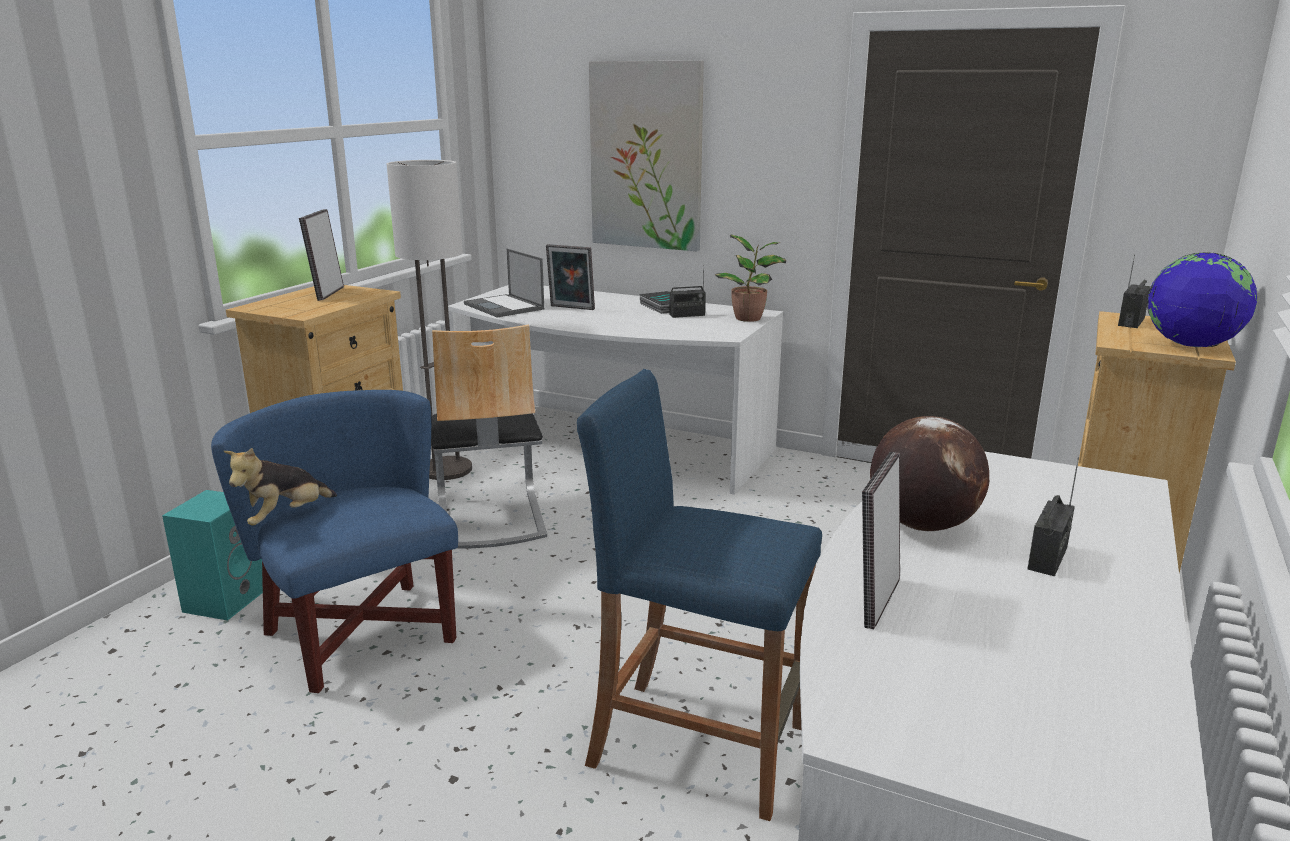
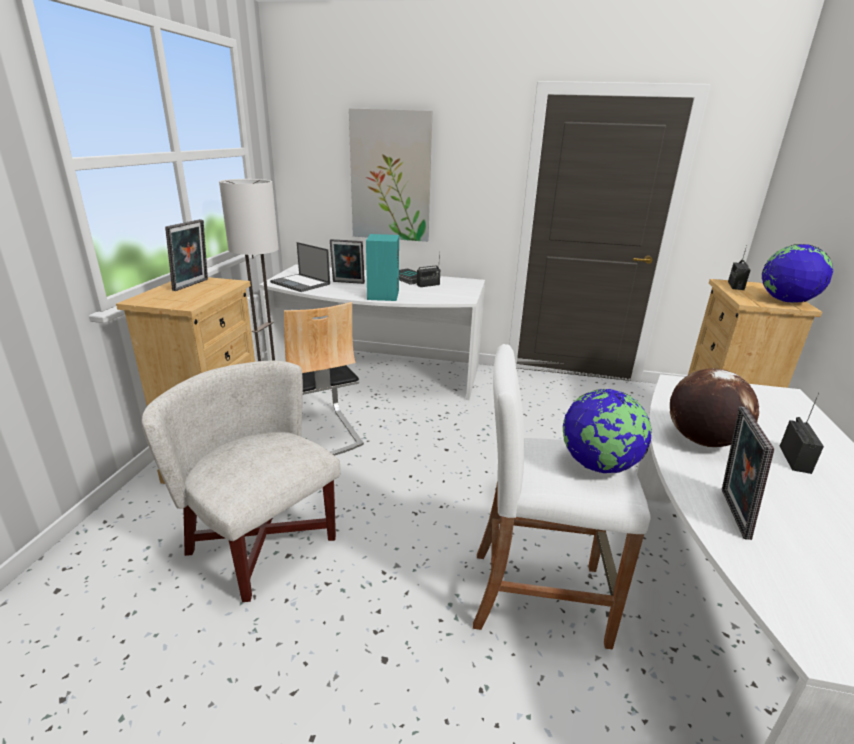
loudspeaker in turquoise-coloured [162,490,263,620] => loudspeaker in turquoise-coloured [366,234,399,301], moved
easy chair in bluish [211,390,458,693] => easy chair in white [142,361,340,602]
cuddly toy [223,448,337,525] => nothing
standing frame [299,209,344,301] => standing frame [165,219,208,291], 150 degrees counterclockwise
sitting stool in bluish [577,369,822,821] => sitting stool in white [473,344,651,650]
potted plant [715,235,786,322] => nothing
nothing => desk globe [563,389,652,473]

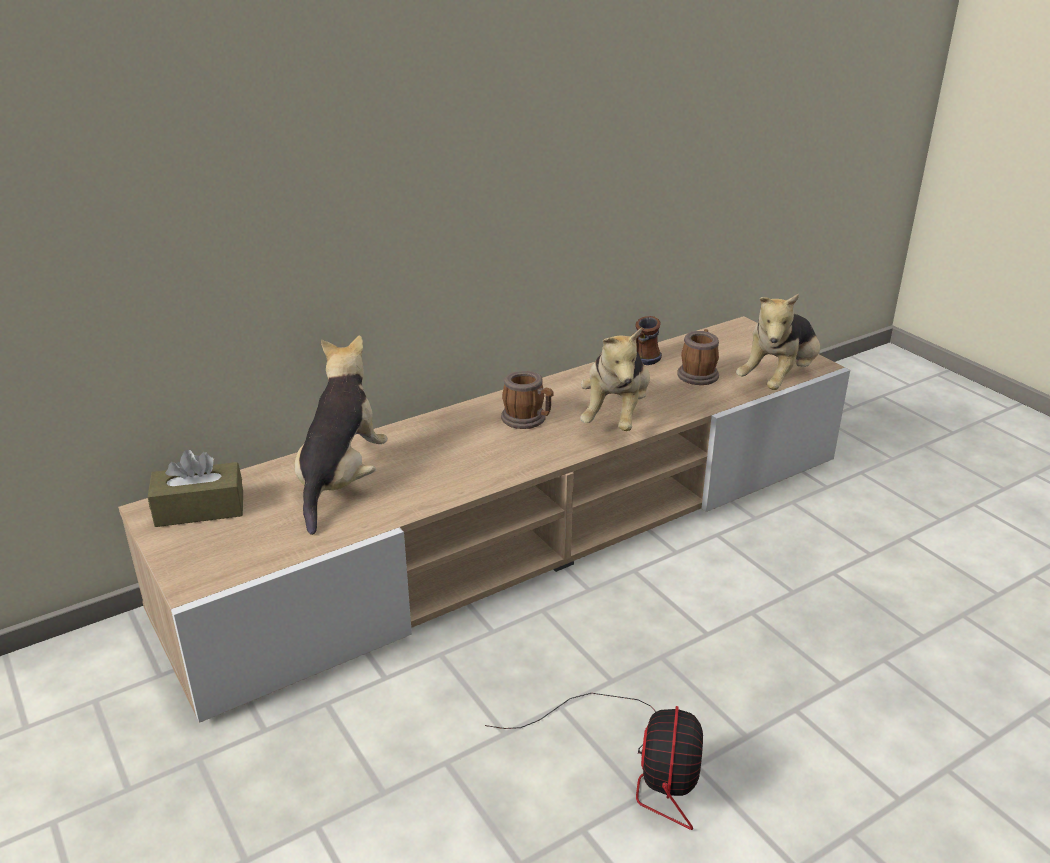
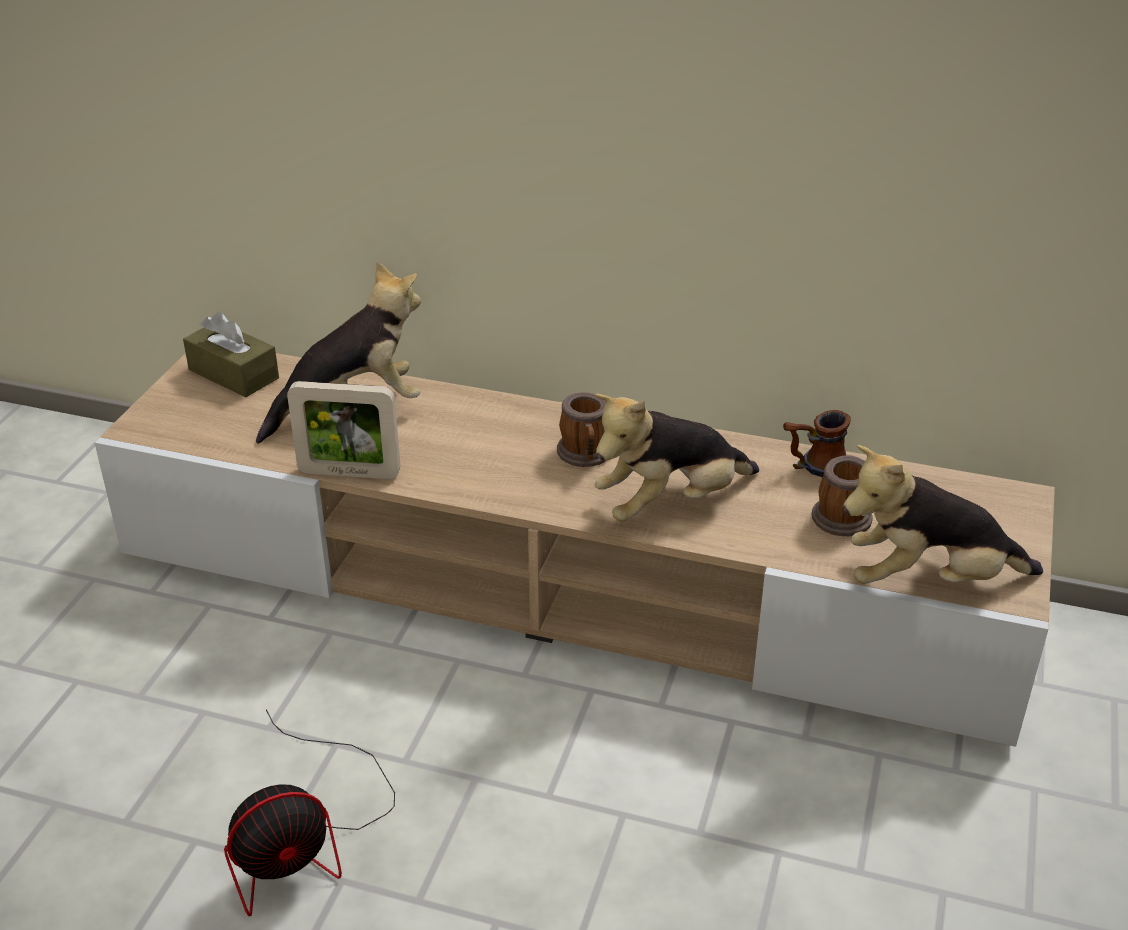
nothing => standing frame [287,381,400,479]

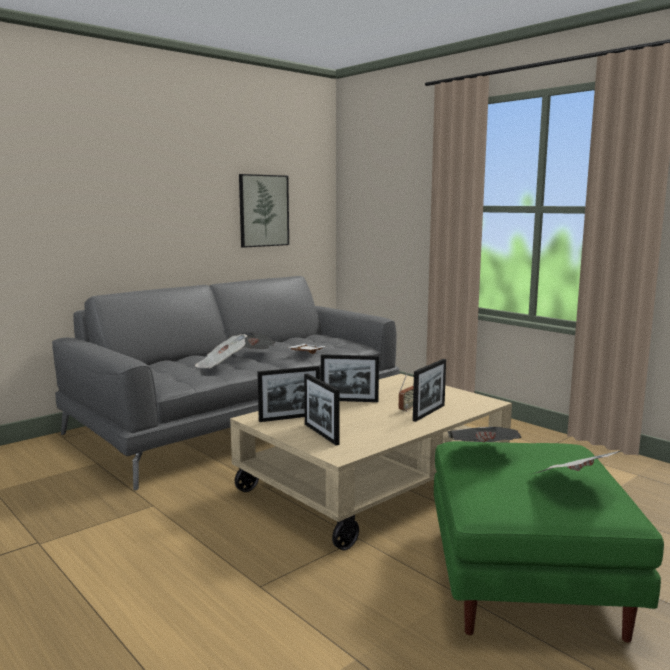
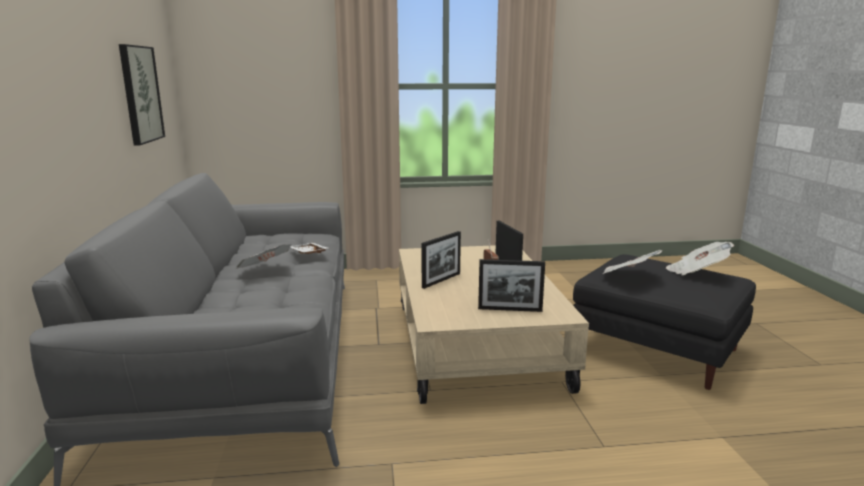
daily paper [195,334,247,369] => nothing
standing frame [257,366,320,422] => nothing
ottoman in greenish [434,441,664,643] => ottoman in black [573,254,756,390]

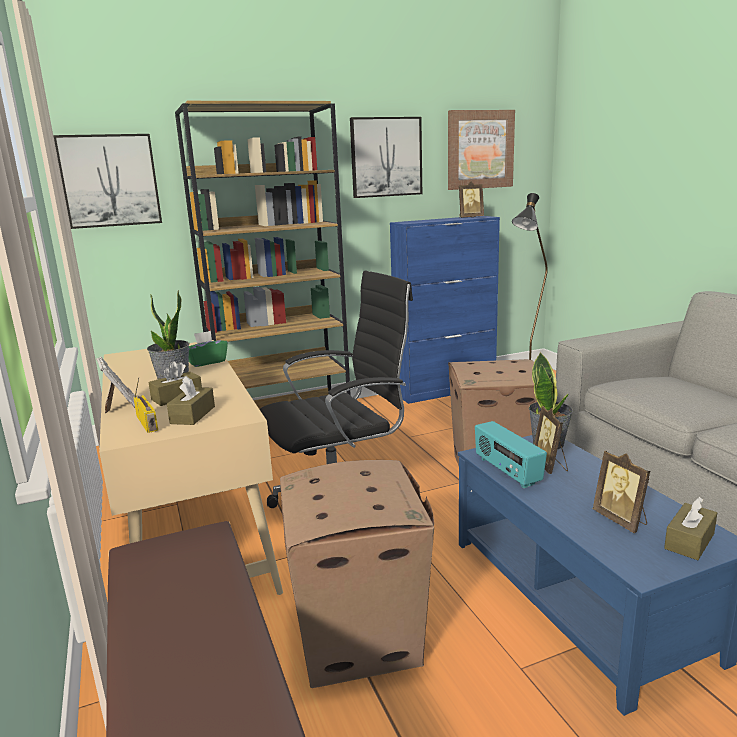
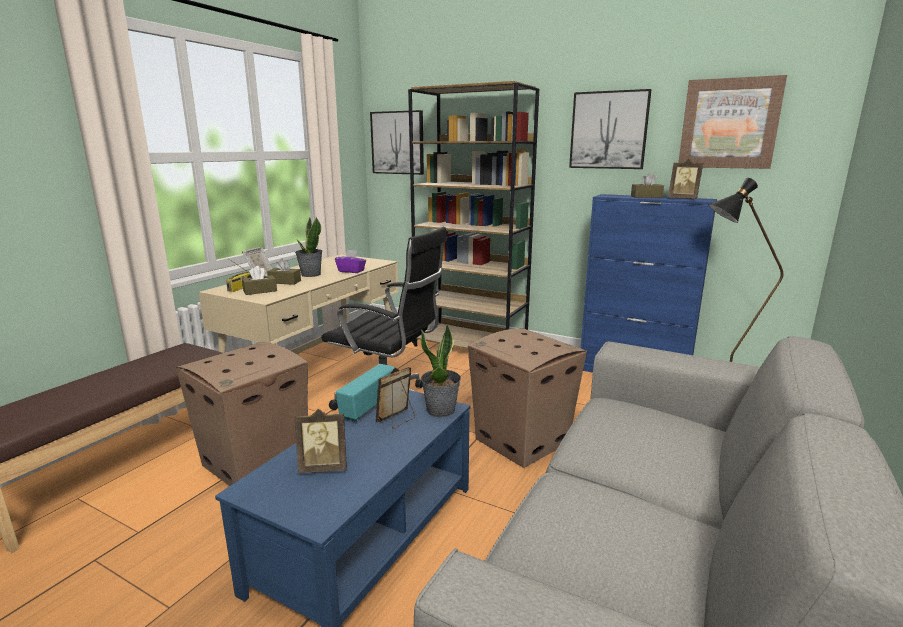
tissue holder in greenish [189,331,228,367] => tissue holder in purplish [335,250,366,273]
standing frame [593,451,650,533] => standing frame [295,409,347,473], 120 degrees counterclockwise
tissue holder in brown-coloured [664,497,717,560] => tissue holder in brown-coloured [631,173,664,198], moved

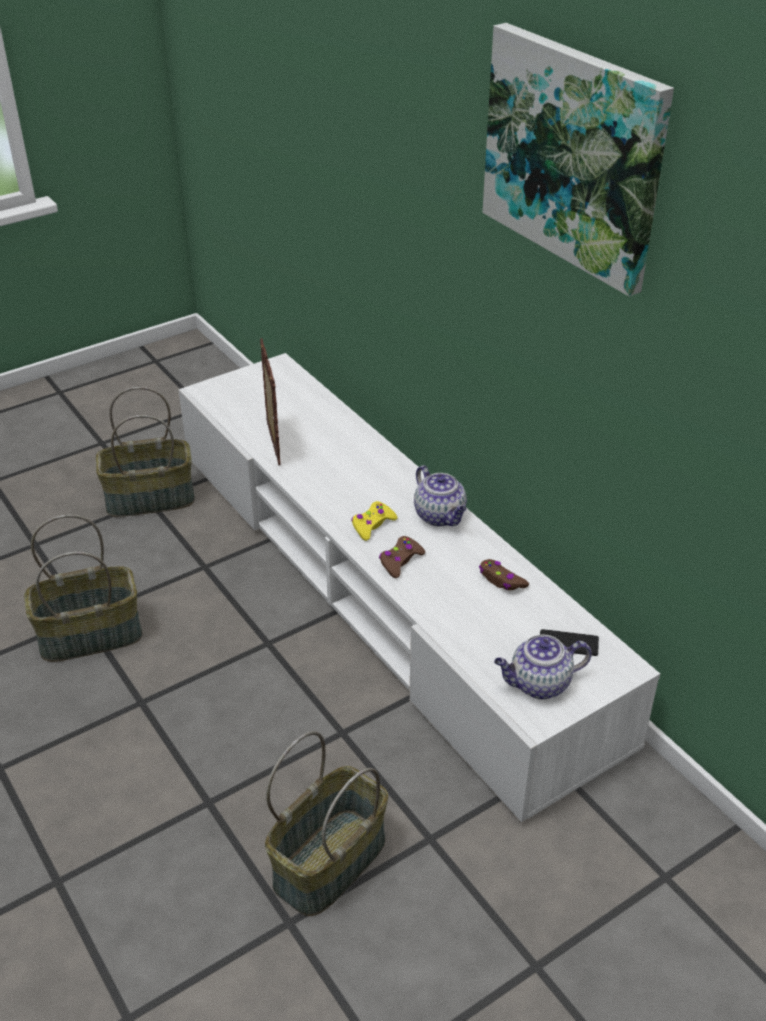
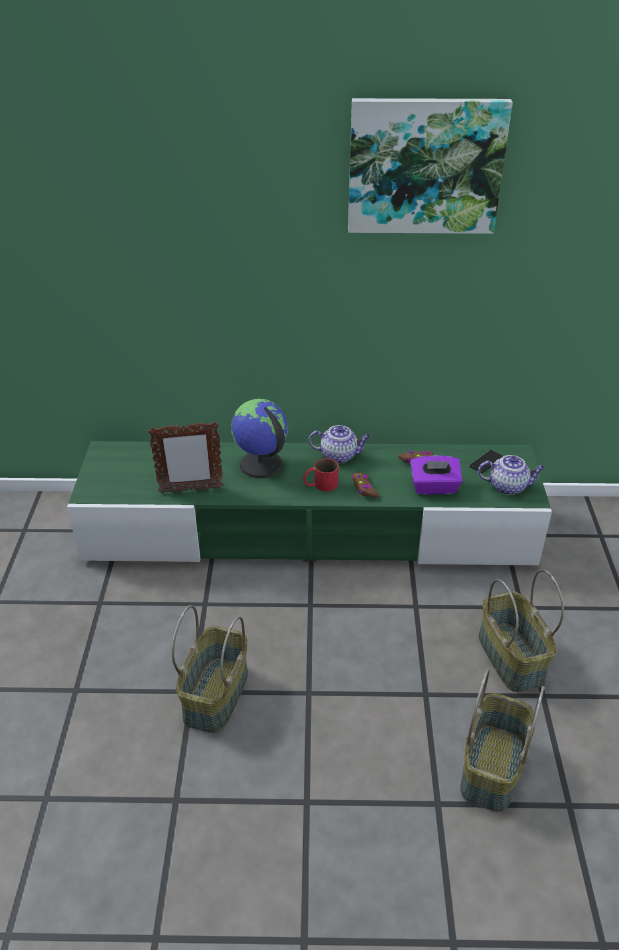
storage basket [96,387,195,517] => storage basket [460,669,544,812], moved
tv stand in white [178,353,660,823] => tv stand in greenish [67,441,552,565]
standing frame [260,338,281,465] => standing frame [148,421,223,493], 150 degrees clockwise
gamepad in yellow [351,501,397,541] => coffee mug in reddish [303,458,339,491]
teapot [494,634,592,700] => teapot [478,455,545,495], 105 degrees counterclockwise
nothing => desk globe [231,399,288,478]
nothing => tissue holder in purplish [410,455,463,495]

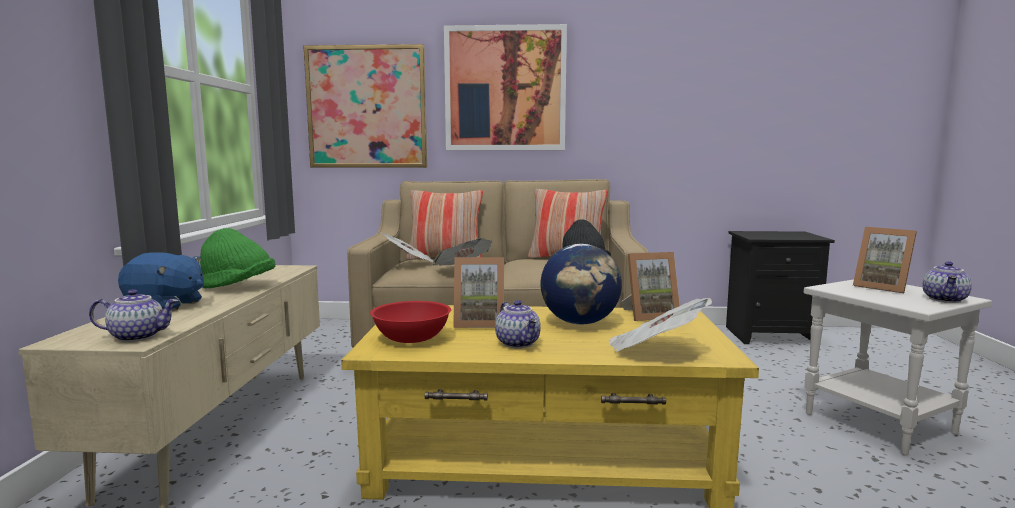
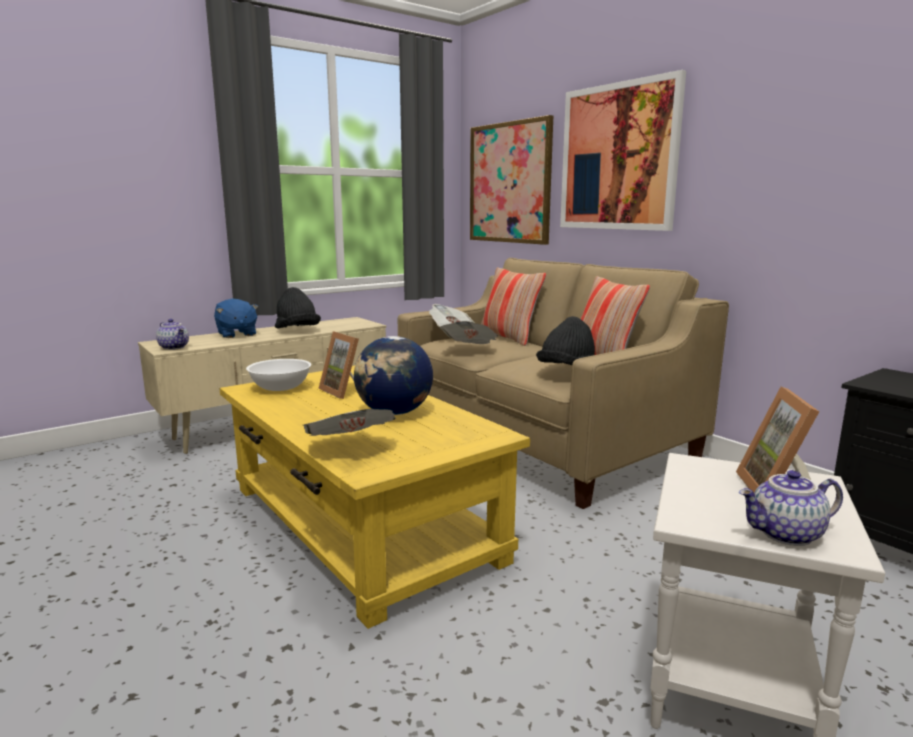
hat in greenish [200,228,276,289] => hat in black [275,287,321,329]
bowl in reddish [370,301,451,343] => bowl in white [246,359,311,391]
teapot [495,300,541,348] => nothing
standing frame [622,252,680,321] => nothing

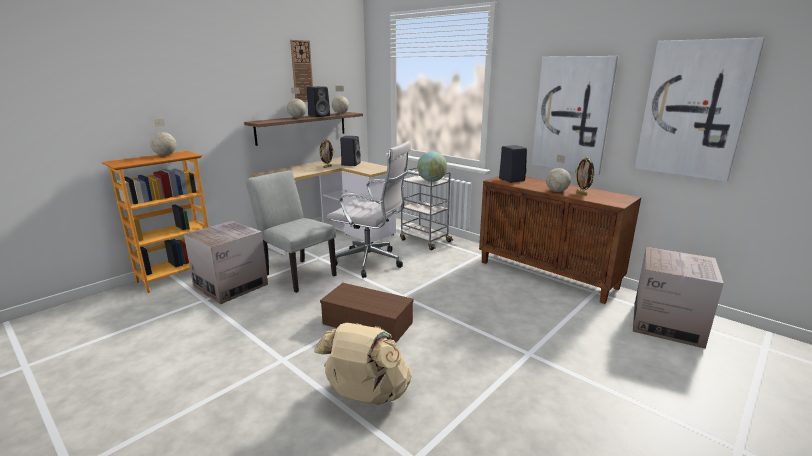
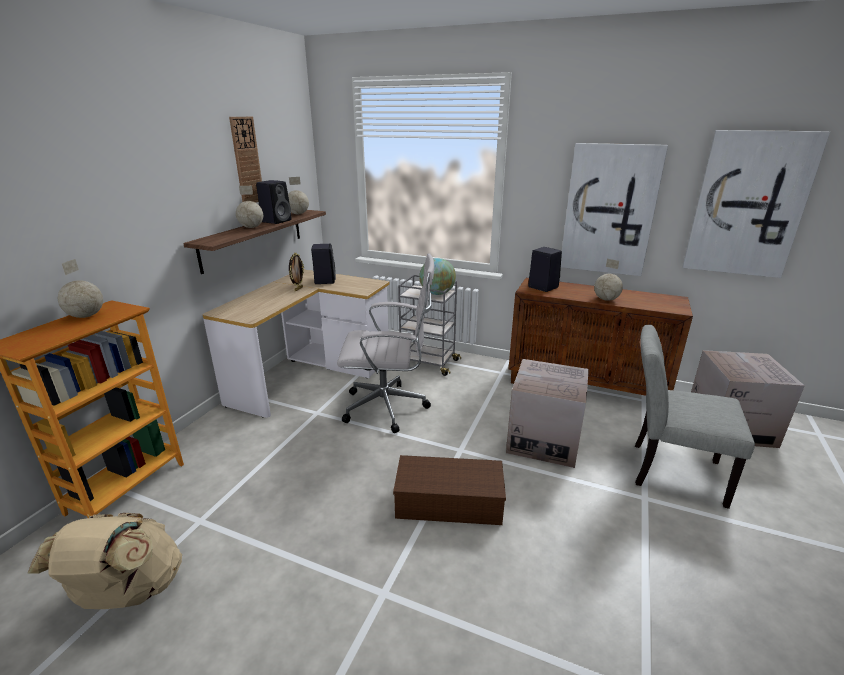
packing box [184,221,268,304] => packing box [506,359,589,468], moved
chair in gray [246,170,337,293] => chair in gray [635,325,755,509], moved
knapsack in sand-coloured [314,323,412,405] => knapsack in sand-coloured [27,513,182,609], moved
standing frame [575,157,594,196] => nothing

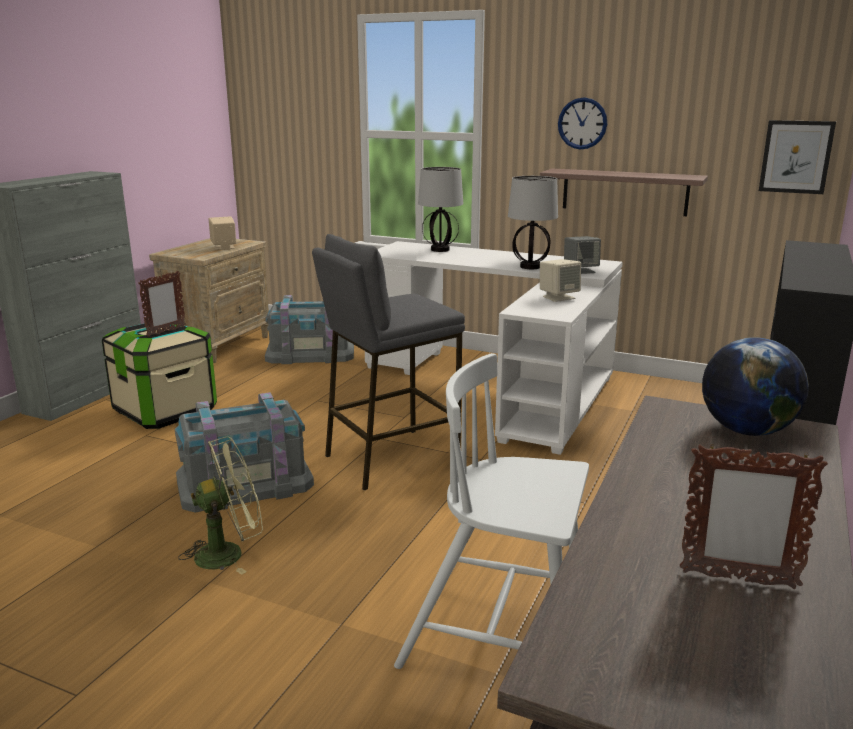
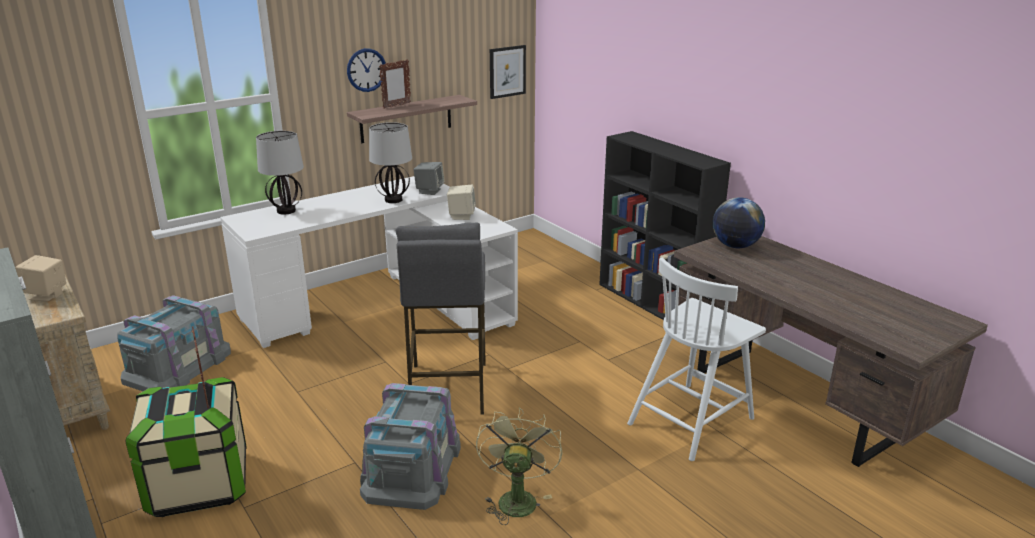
standing frame [680,444,828,589] => standing frame [379,59,411,109], moved

